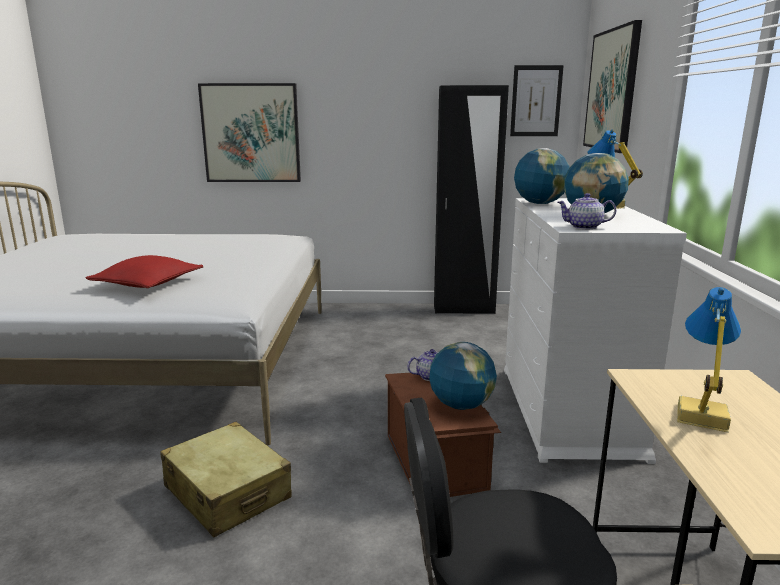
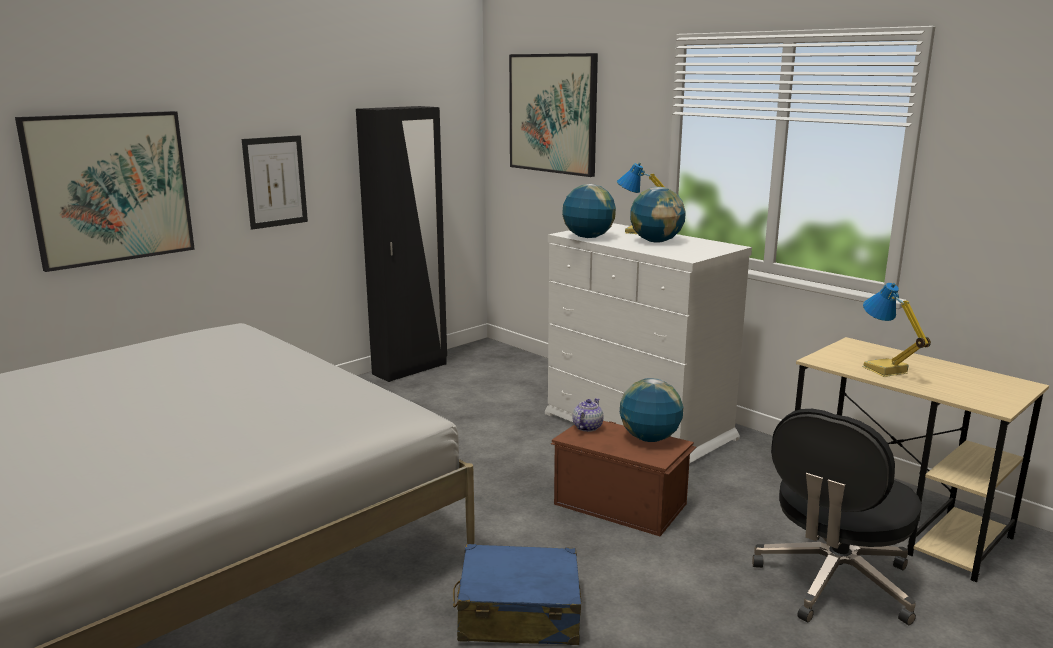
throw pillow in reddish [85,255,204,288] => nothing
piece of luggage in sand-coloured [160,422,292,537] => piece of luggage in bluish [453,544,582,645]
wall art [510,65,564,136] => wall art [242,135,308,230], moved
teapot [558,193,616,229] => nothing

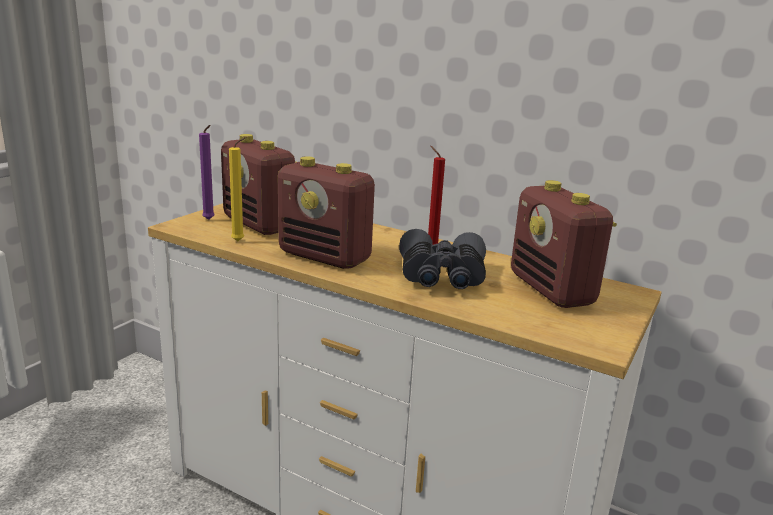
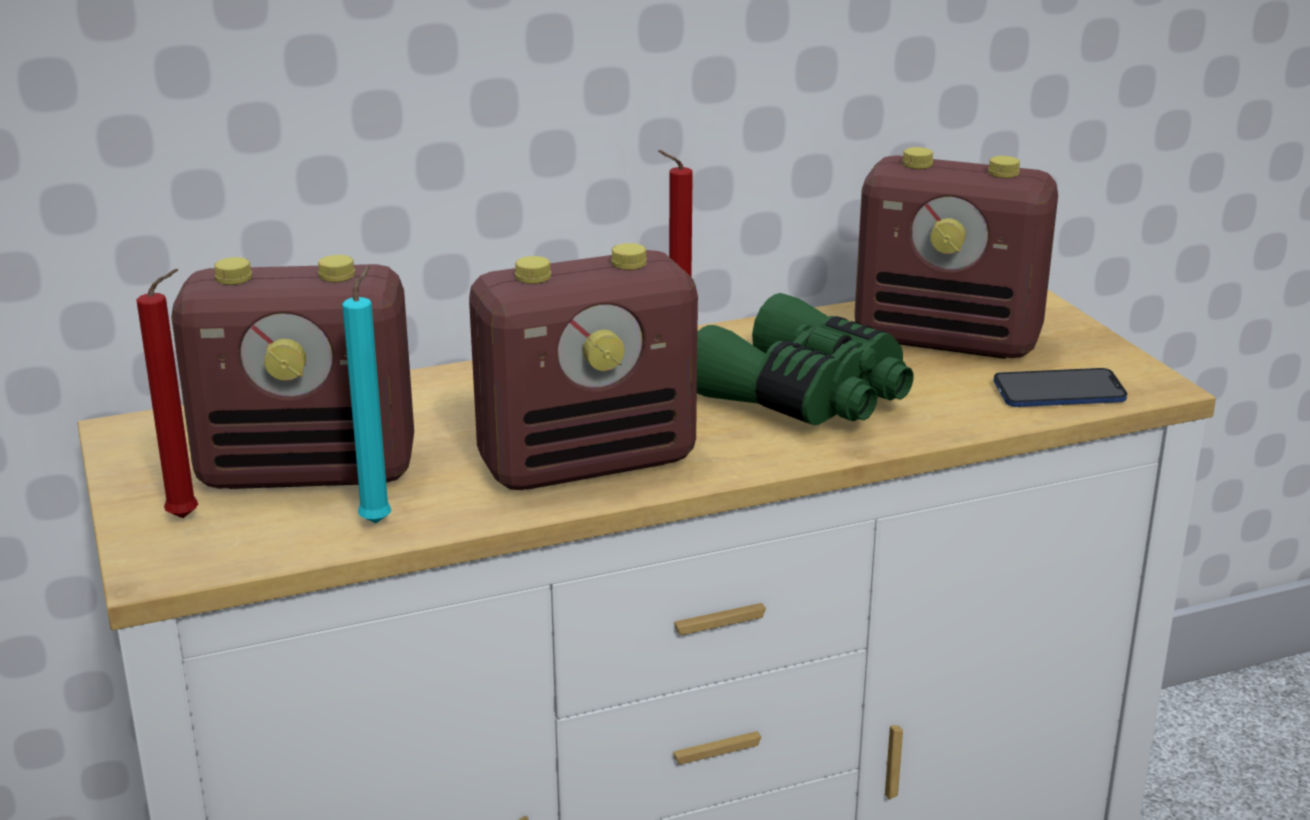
wax candle in purplish [199,125,215,220] => wax candle in reddish [137,269,198,518]
wax candle in yellow [229,137,246,241] => wax candle in turquoise-coloured [342,266,392,524]
binoculars in gray [399,229,486,289] => binoculars in greenish [697,293,913,425]
nothing => phone [993,368,1127,407]

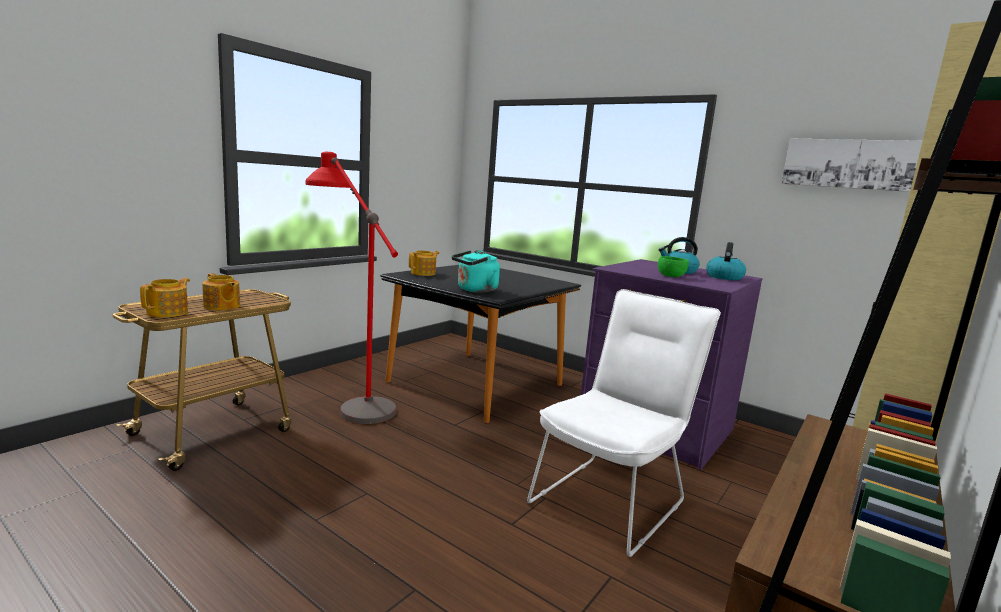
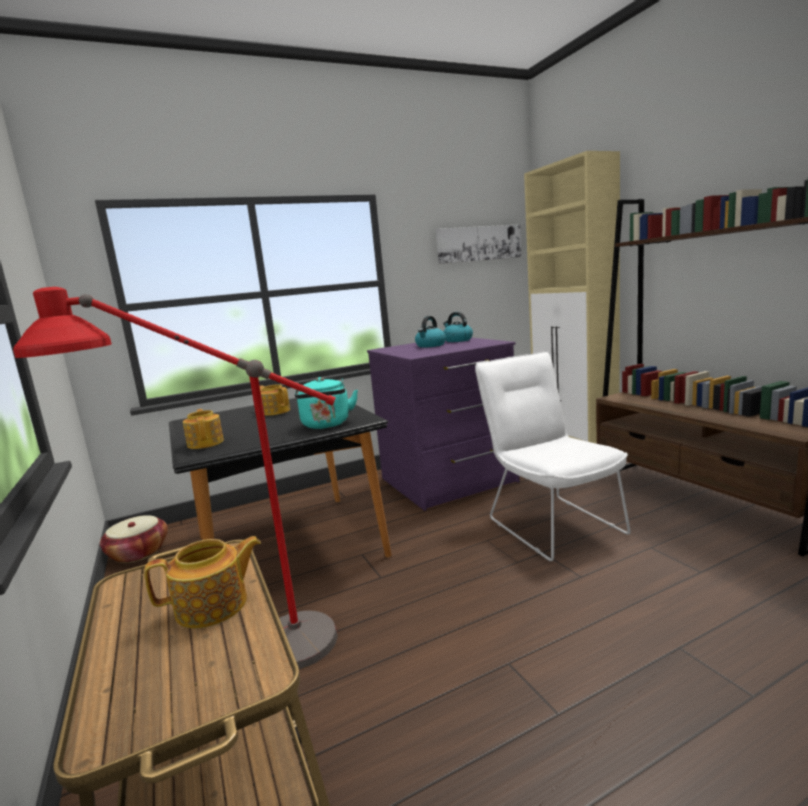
teapot [140,278,190,317] => teapot [260,384,290,415], moved
bowl in greenish [658,256,689,277] => nothing
nothing => storage basket [100,515,168,563]

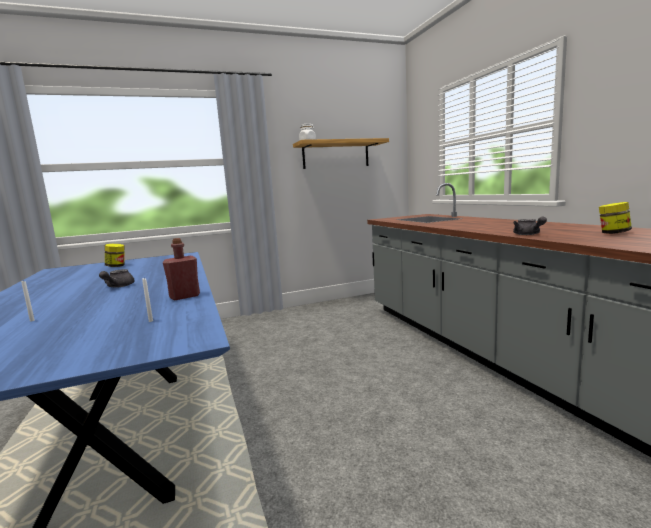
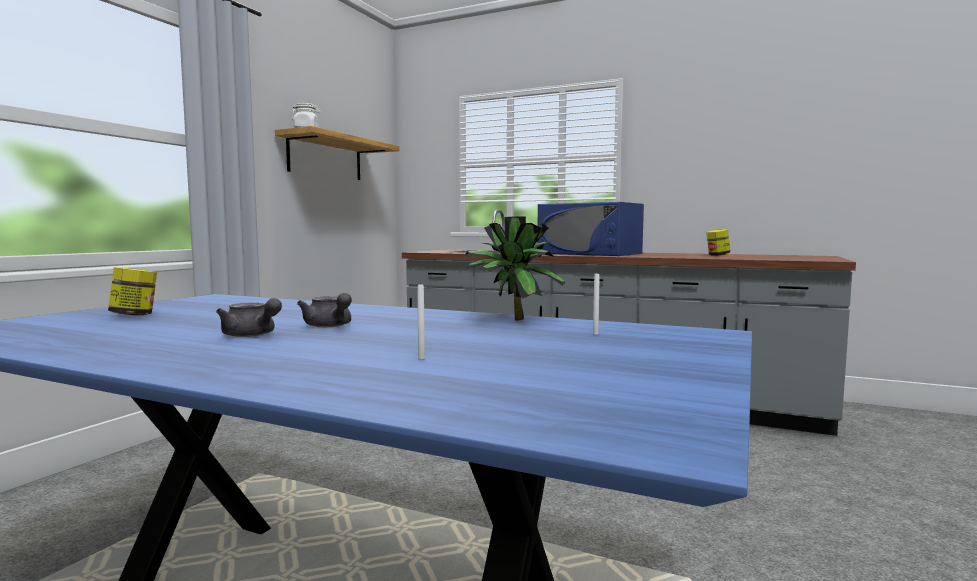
beverage bottle in reddish [163,238,200,300] => potted plant [466,216,565,321]
teapot in gray [513,216,547,235] => teapot in gray [216,298,282,337], moved
nothing => kitchen microwave in bluish [537,202,644,256]

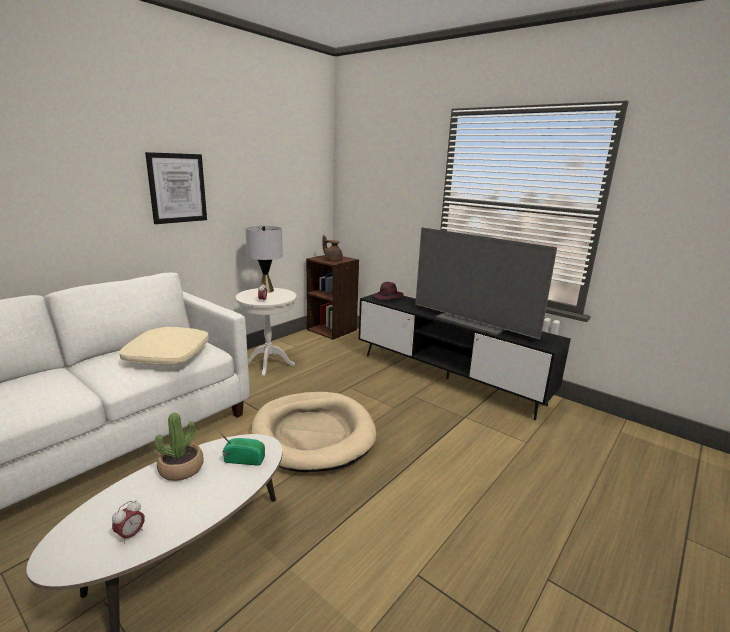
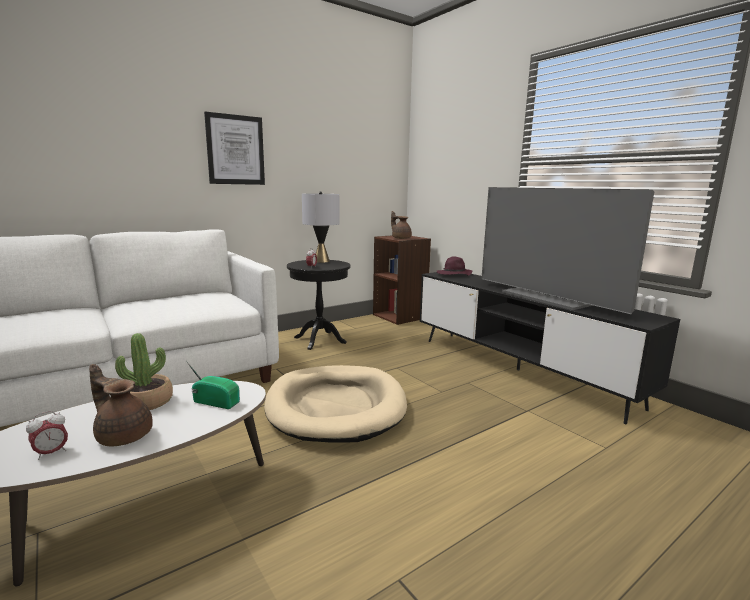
throw pillow in sand-coloured [119,327,209,364] => nothing
side table in white [236,288,297,376] => side table in black [287,260,350,350]
nothing => teapot in brown-coloured [89,364,153,446]

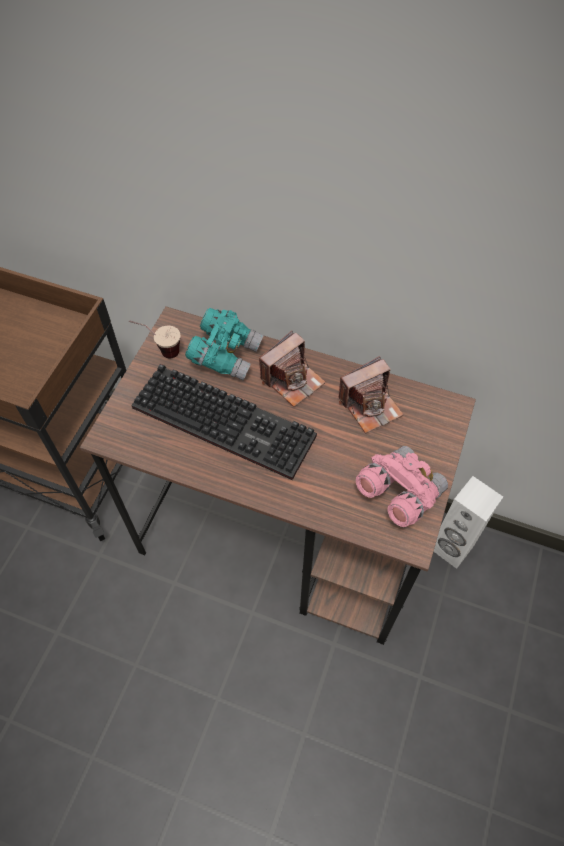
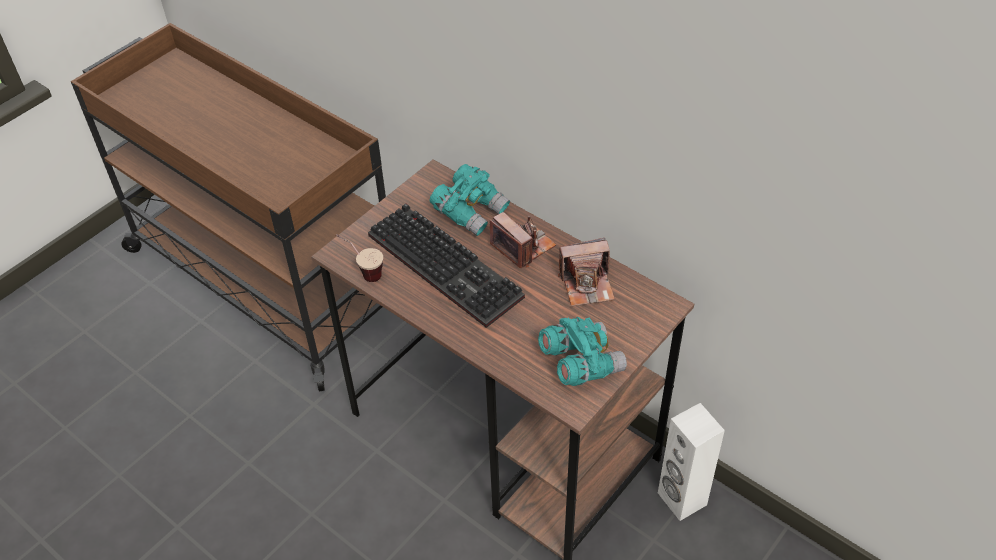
drinking cup [129,320,180,359] => drinking cup [336,234,383,282], moved
photo camera [259,331,326,407] => photo camera [490,212,556,268], 105 degrees counterclockwise
binoculars in pink [356,446,448,527] => binoculars in turquoise-coloured [538,317,627,386]

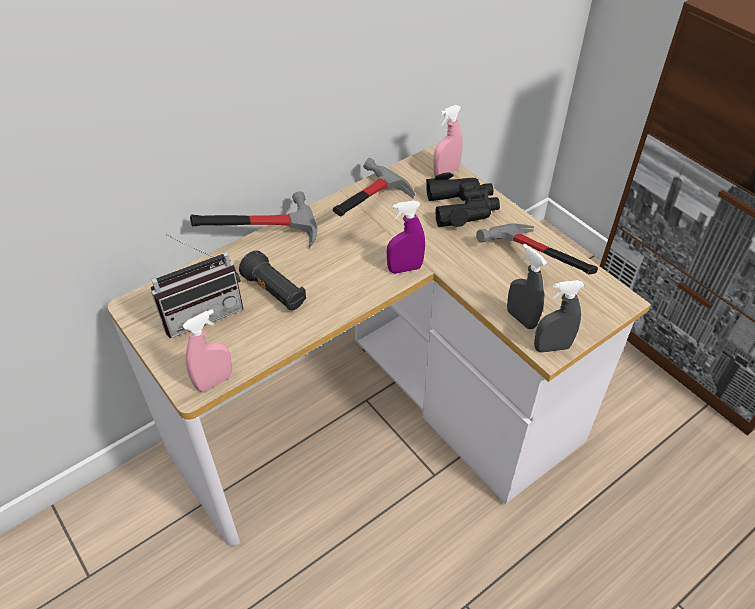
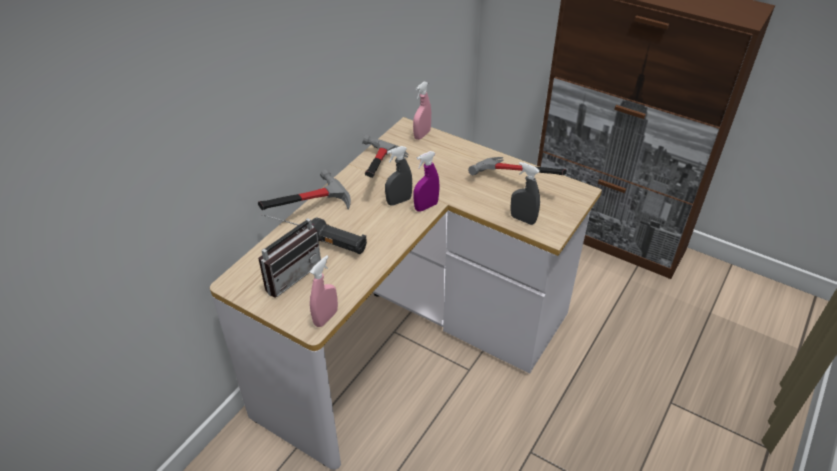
binoculars in black [426,172,500,227] => nothing
sprayer in gray [534,280,584,353] => sprayer in gray [385,146,412,205], moved

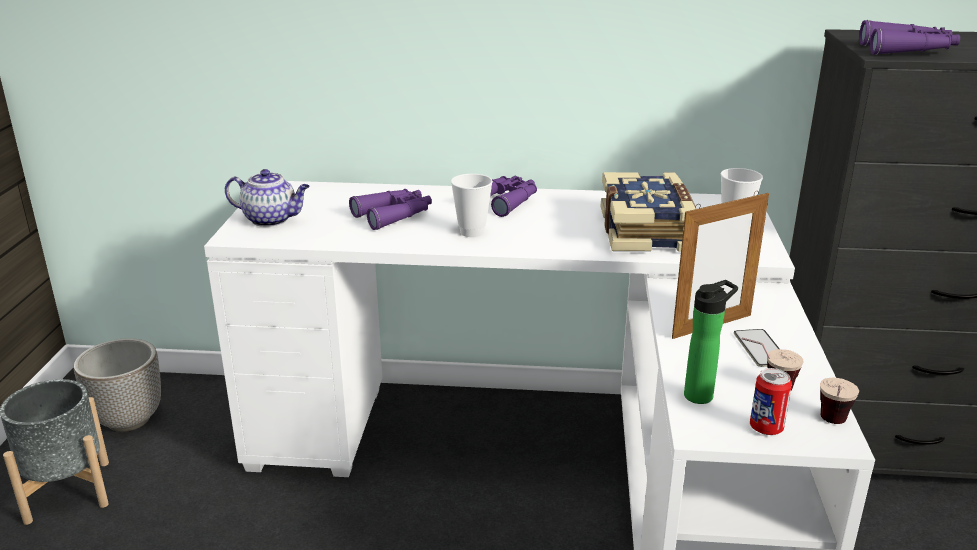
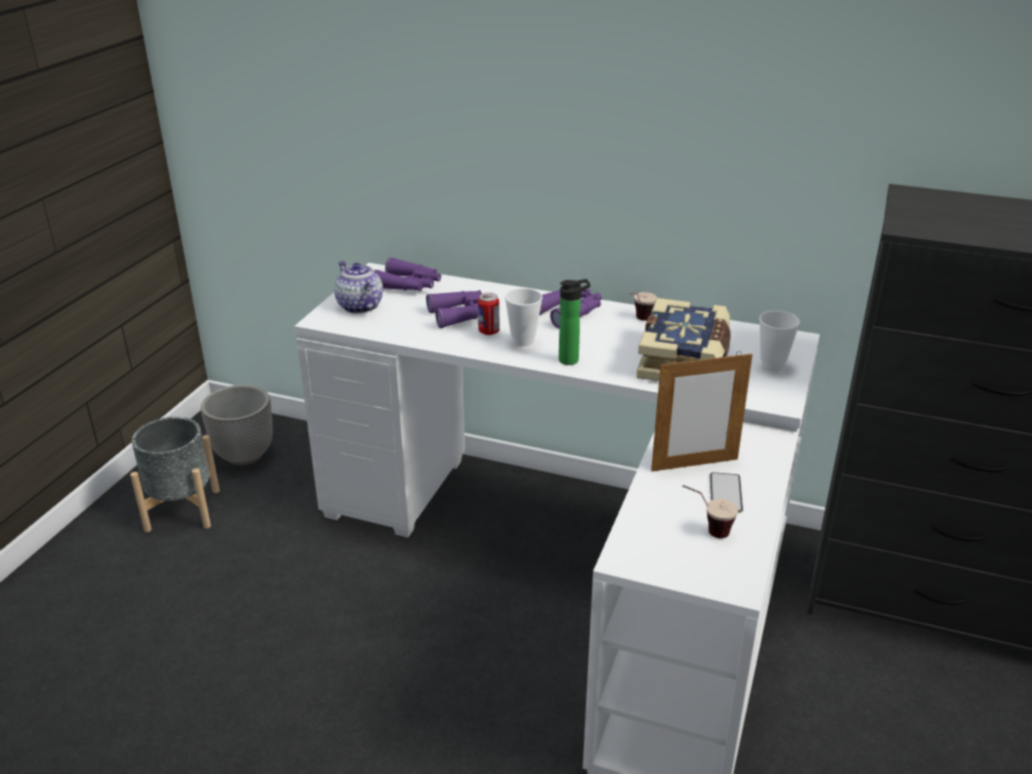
teapot [225,169,310,227] => teapot [334,261,383,314], 150 degrees counterclockwise
beverage bottle [684,280,738,404] => beverage bottle [559,279,590,365], moved
sealed can [750,368,792,435] => sealed can [478,293,499,335], moved
drinking cup [820,378,859,424] => drinking cup [629,292,657,321], moved
binoculars in purplish [859,20,960,55] => binoculars in purplish [373,257,441,291], moved

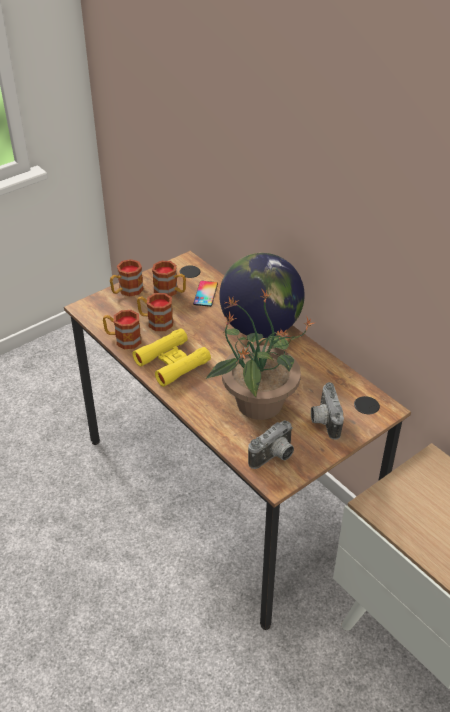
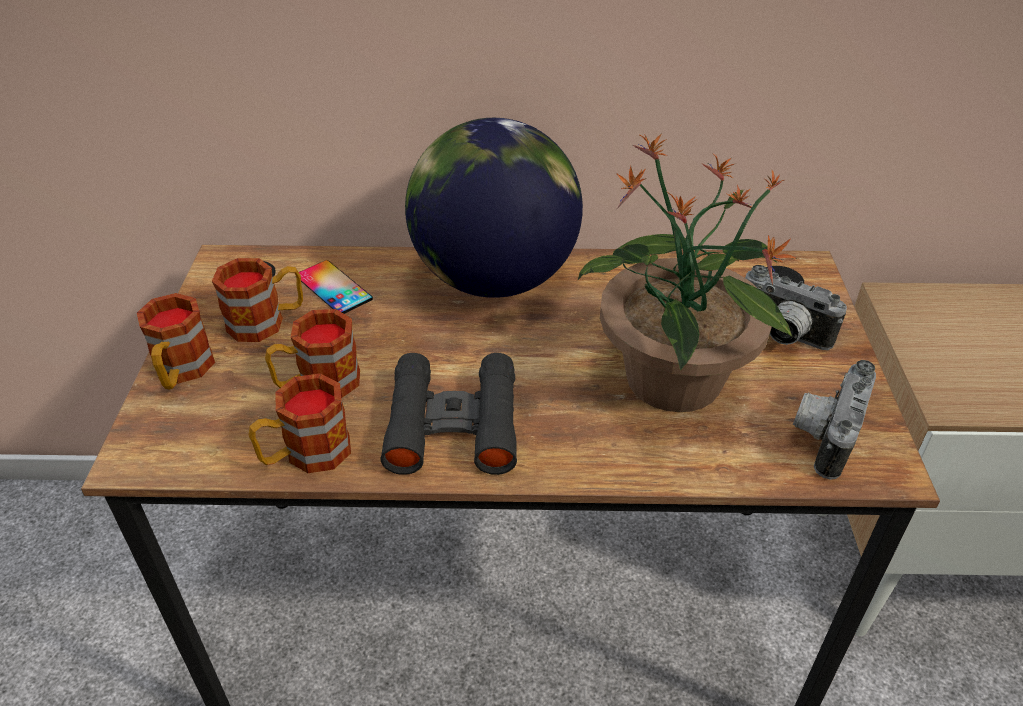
binoculars in yellow [133,328,211,387] => binoculars in black [381,353,517,475]
photo camera [248,420,294,469] => photo camera [793,360,876,480], 150 degrees counterclockwise

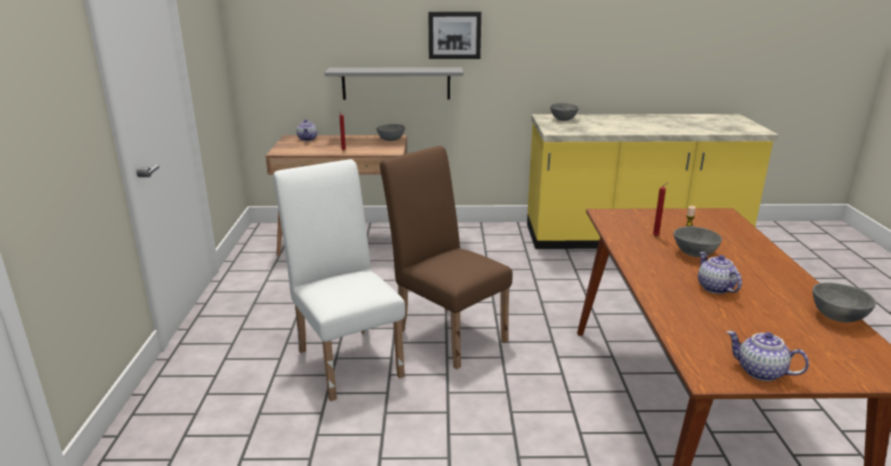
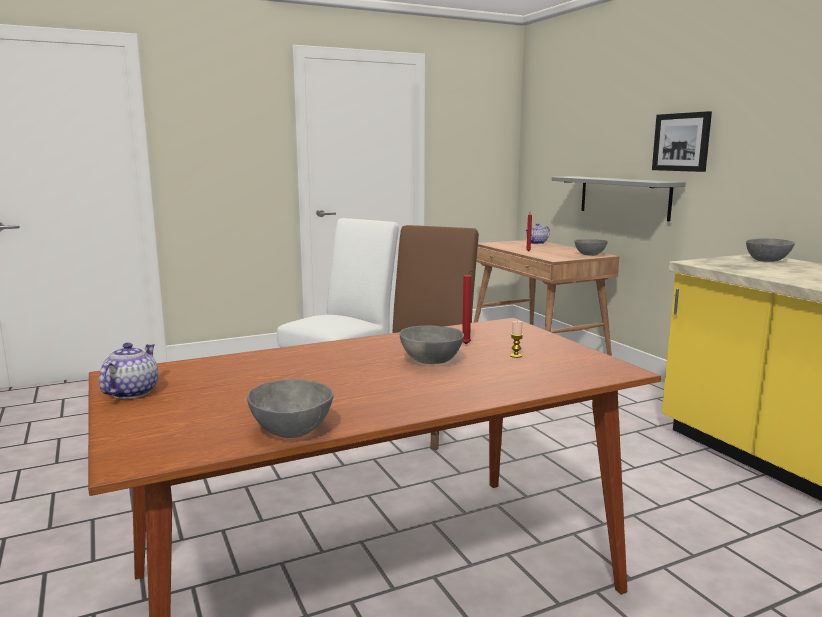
teapot [698,252,742,294] => nothing

